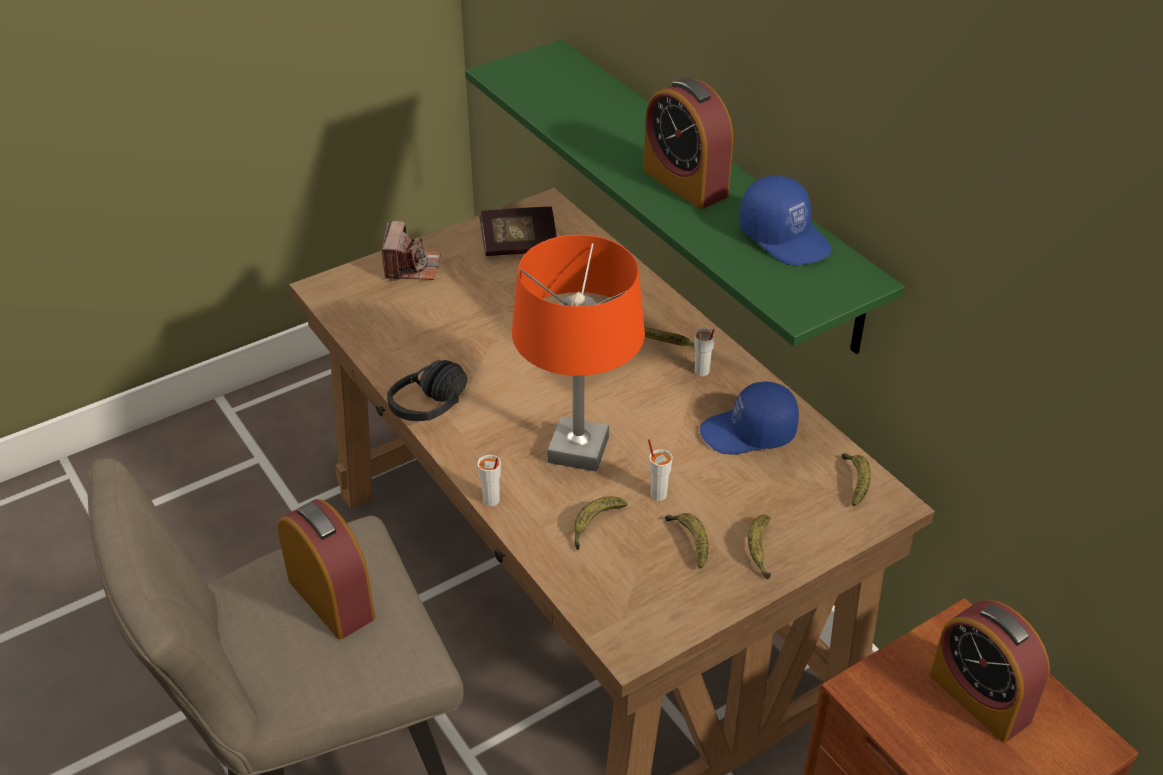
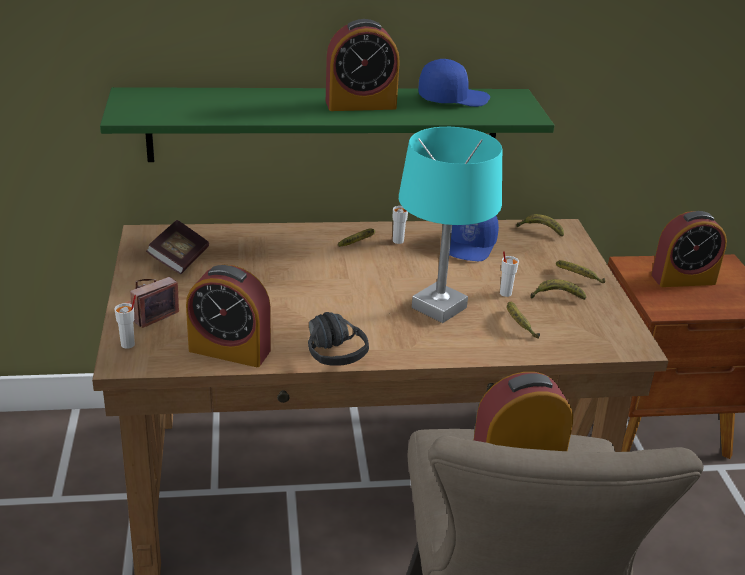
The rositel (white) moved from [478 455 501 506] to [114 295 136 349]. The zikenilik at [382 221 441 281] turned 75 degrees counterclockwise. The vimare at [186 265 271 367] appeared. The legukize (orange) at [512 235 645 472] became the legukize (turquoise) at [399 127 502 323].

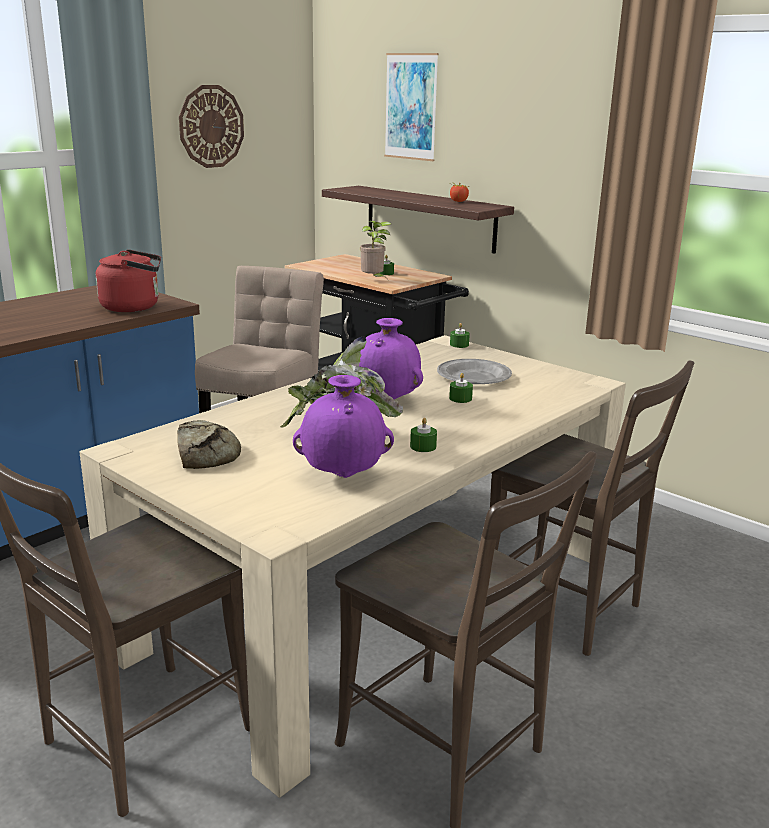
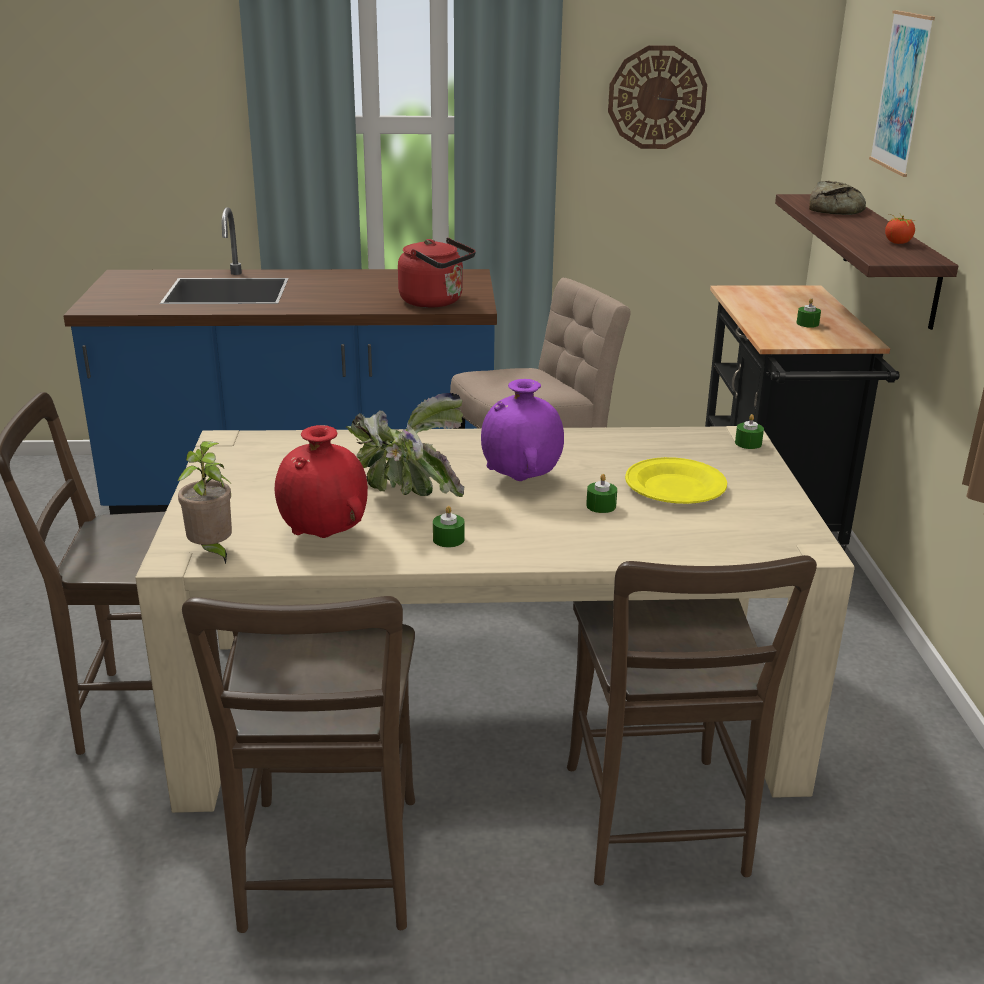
The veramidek moved from [360 221 391 277] to [177 441 232 564]. The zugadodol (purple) at [293 375 394 478] became the zugadodol (red) at [275 425 368 538]. The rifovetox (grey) at [437 359 512 384] became the rifovetox (yellow) at [625 457 727 504]. The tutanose moved from [177 420 241 469] to [809 181 866 215].

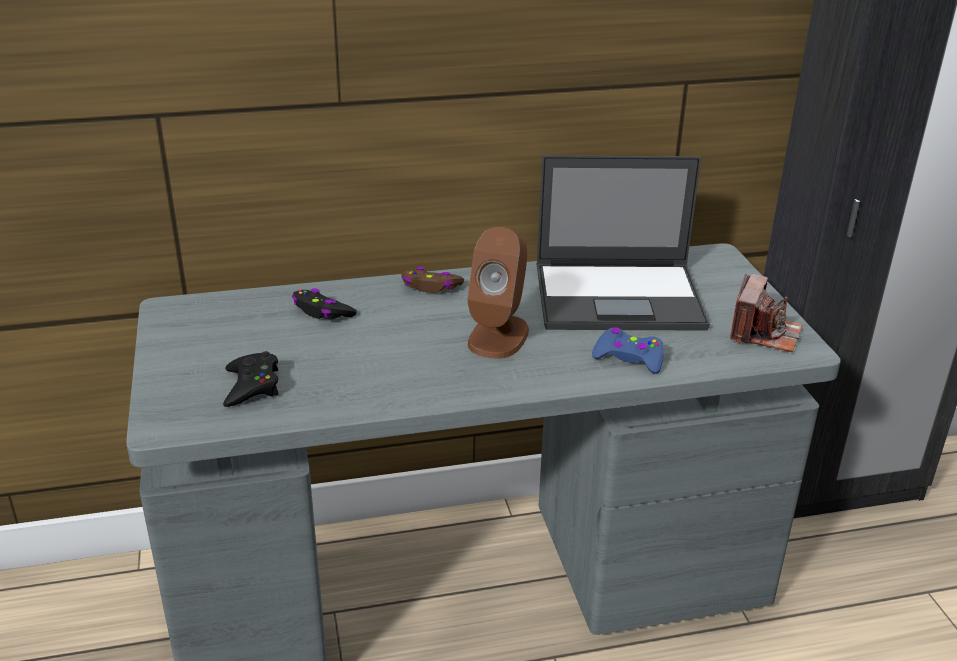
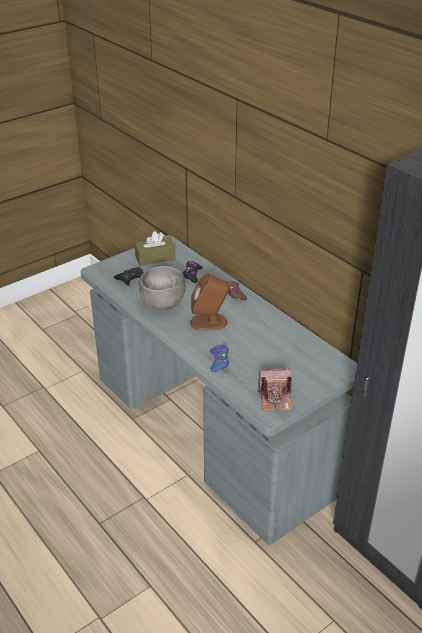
The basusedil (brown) at [134 231 175 266] appeared. The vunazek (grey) at [139 266 186 310] appeared. The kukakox at [537 155 710 330] disappeared.

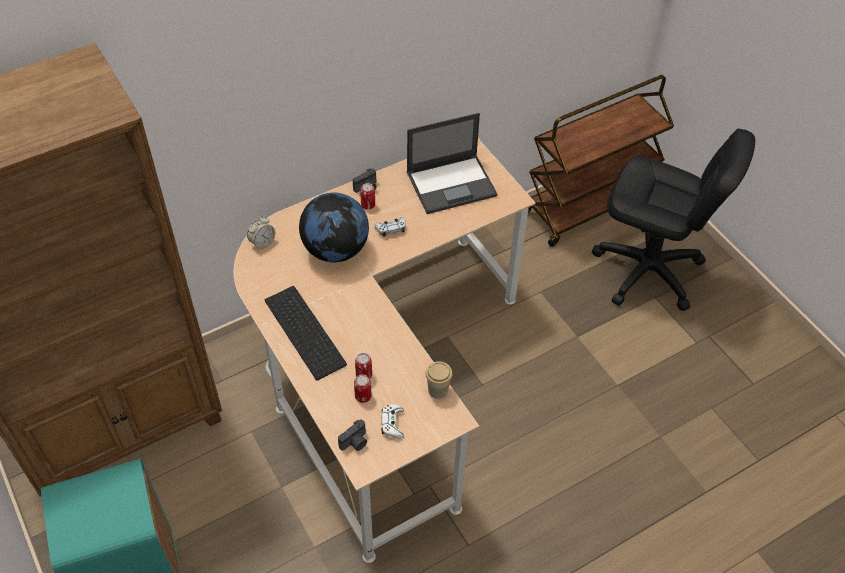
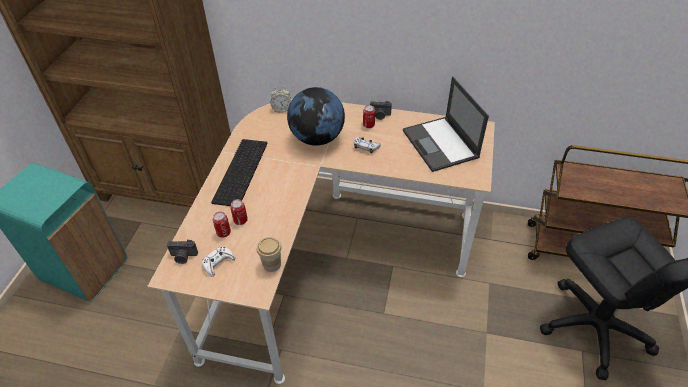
The kukakox at [407 113 498 214] turned 45 degrees clockwise.

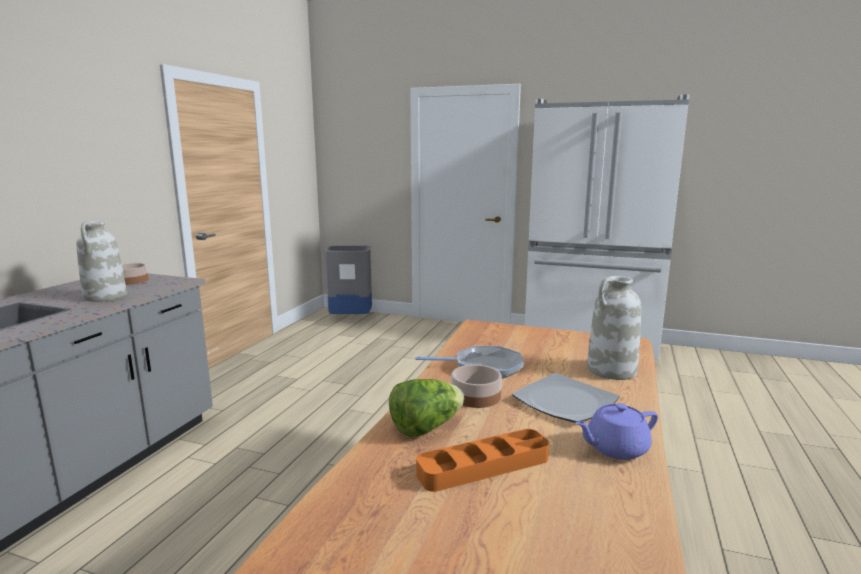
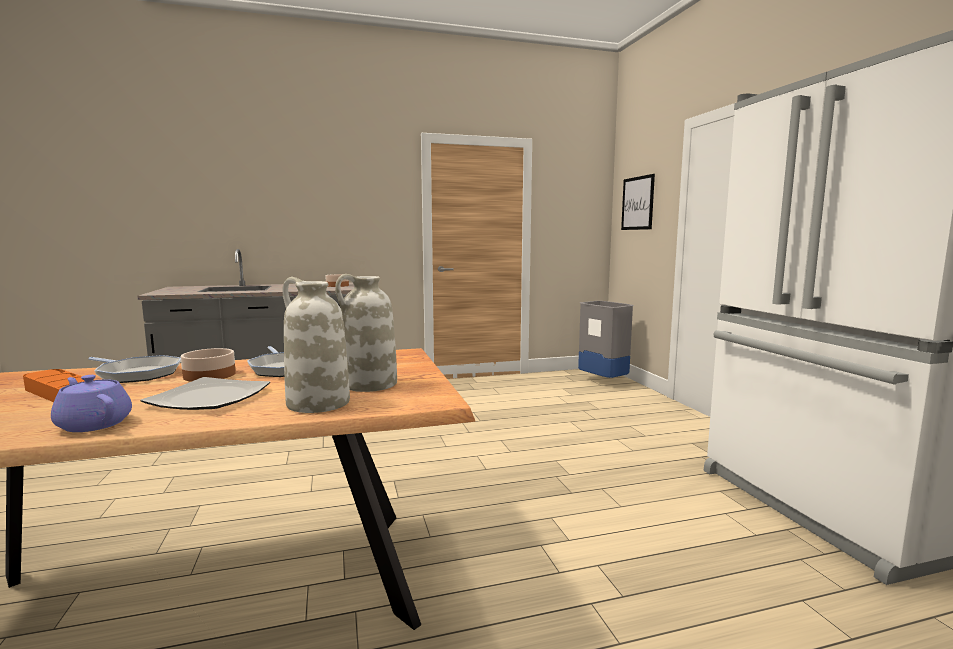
The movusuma at [389 379 464 437] was replaced by the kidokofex at [88 355 181 383]. The zugadodol (white) moved from [76 221 127 302] to [335 274 397 392]. The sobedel at [621 174 655 230] appeared.

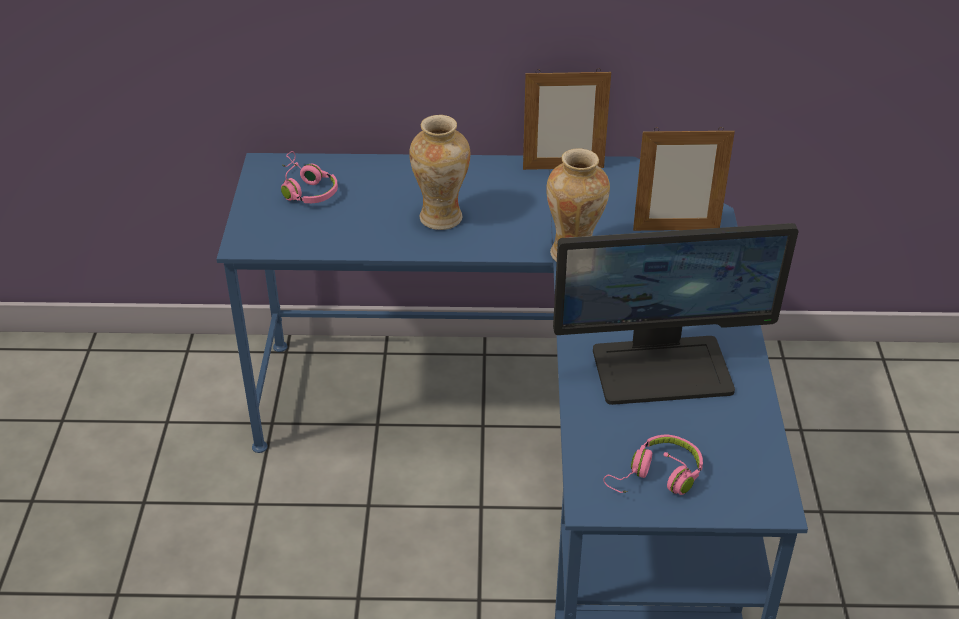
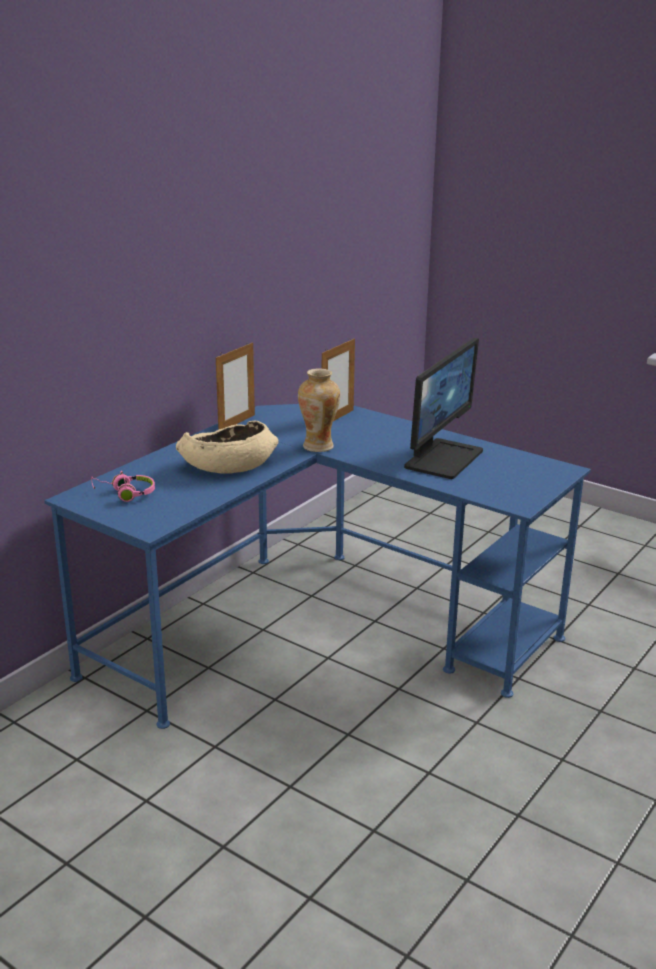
The zugadodol at [409 115 470 230] was replaced by the vunazek (beige) at [176 421 278 474]. The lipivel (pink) at [603 435 703 495] disappeared.

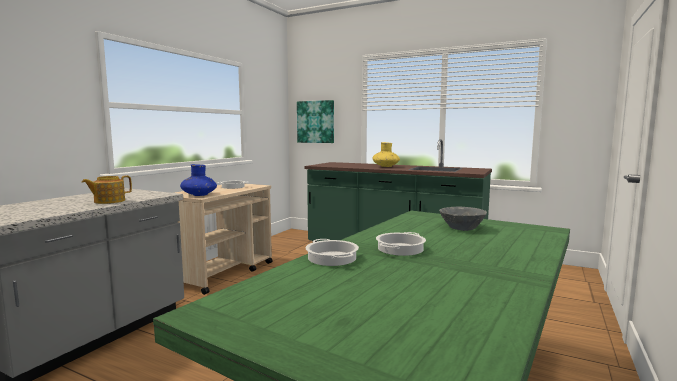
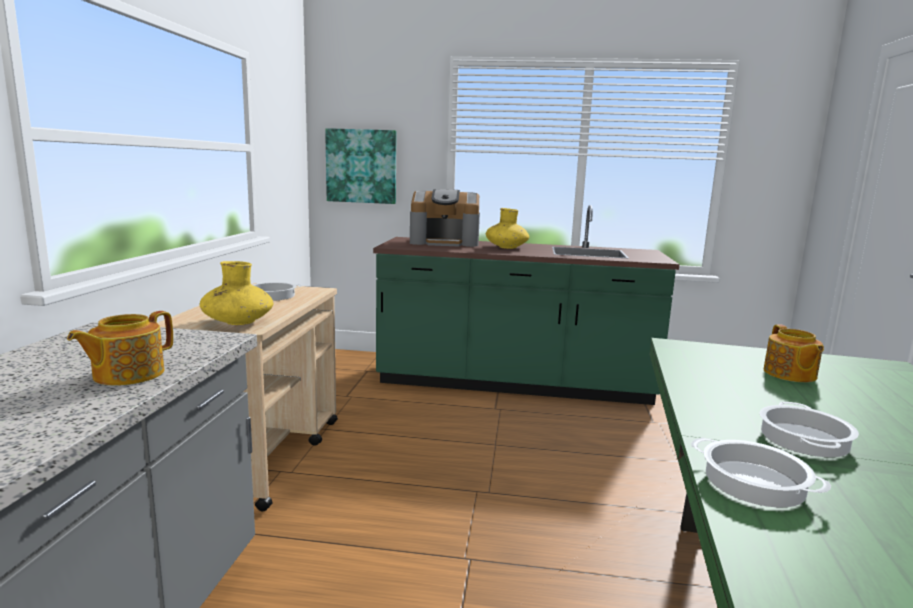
The zugadodol (blue) at [180 164 217 196] became the zugadodol (yellow) at [199 261 274 325]. The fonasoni at [410 189 480 247] appeared. The vunazek (grey) at [439 207 487 231] was replaced by the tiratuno at [764 324 824 382].

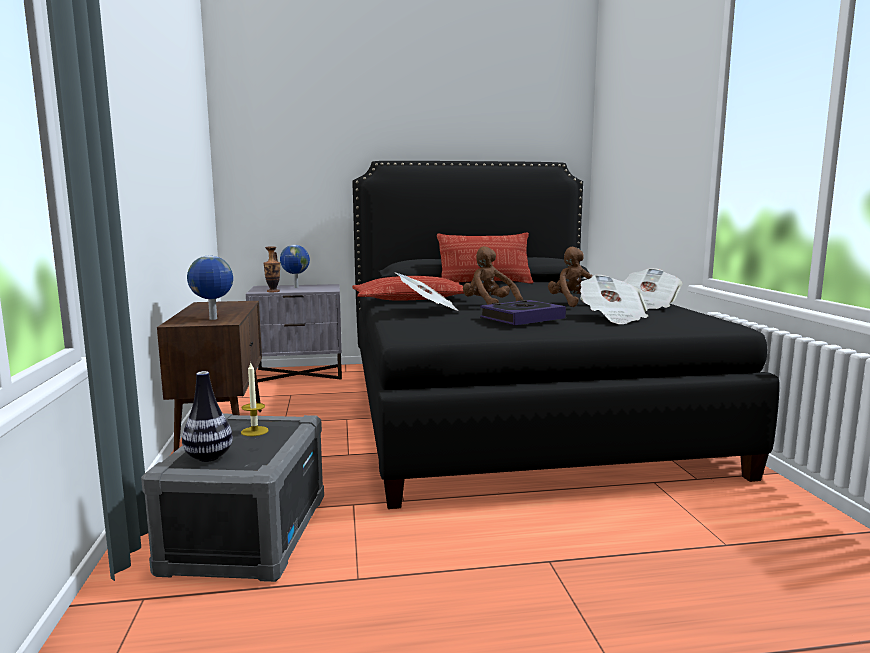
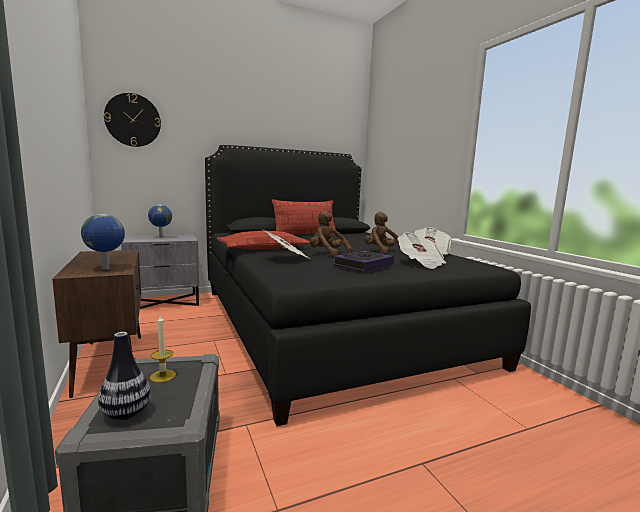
The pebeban at [104 93 161 147] appeared. The zugadodol at [263 247 280 292] disappeared.

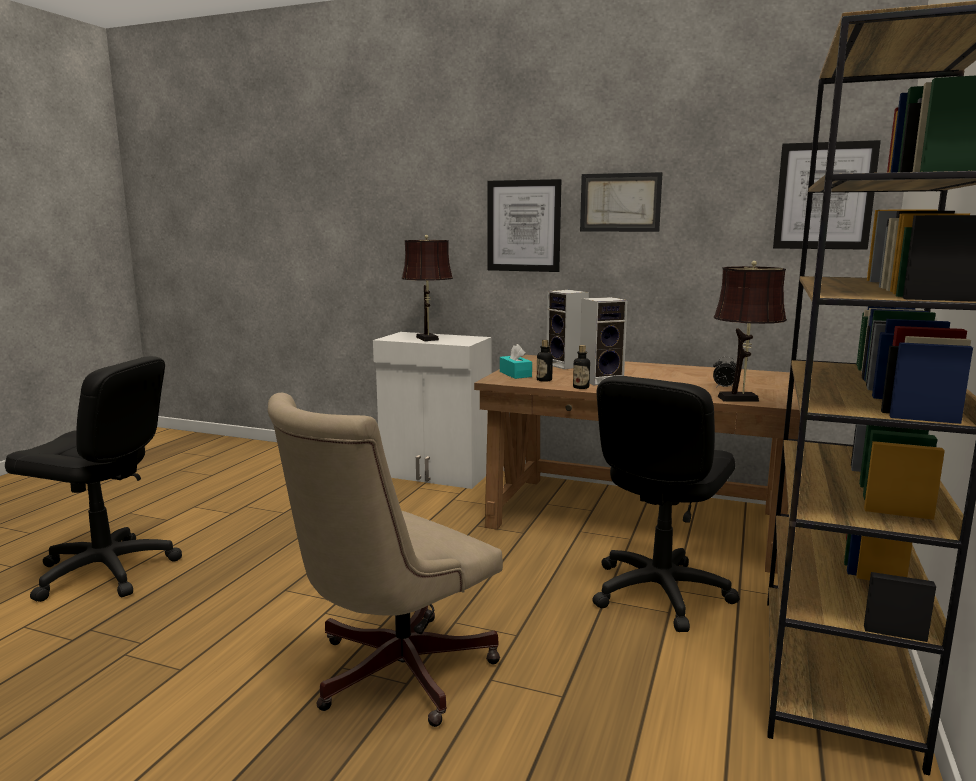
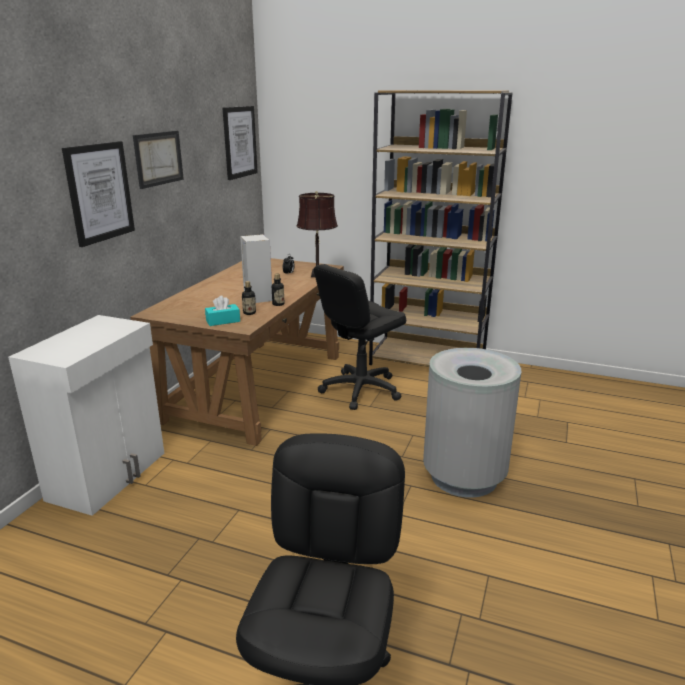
The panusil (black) at [592 376 740 632] turned 105 degrees clockwise. The panusil (beige) at [268 393 503 727] was replaced by the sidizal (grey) at [423 348 521 498]. The legukize (brown) at [402 235 453 341] disappeared. The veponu at [546 290 589 370] disappeared.

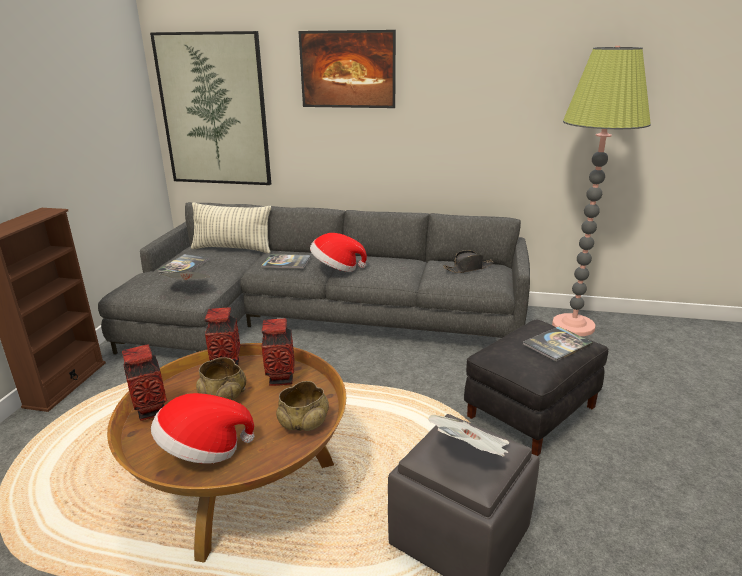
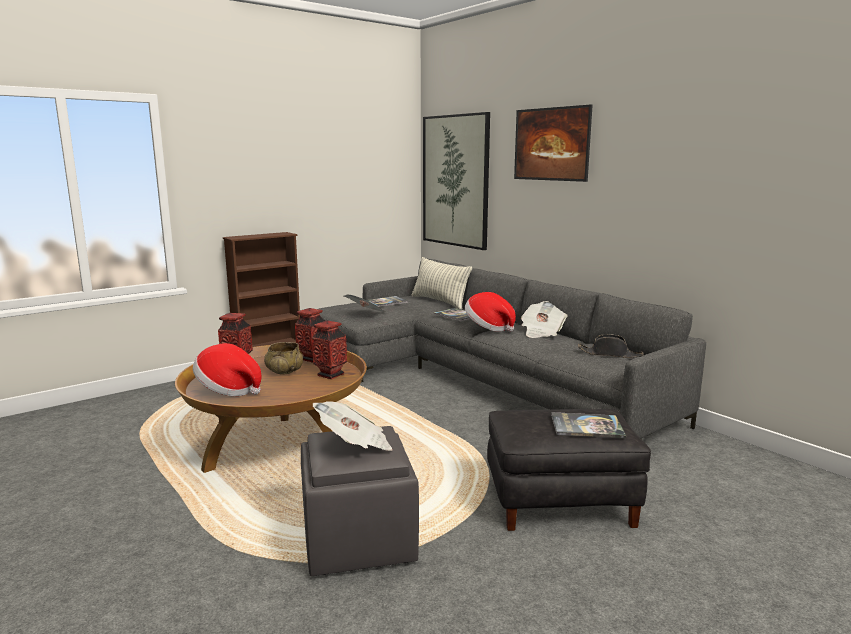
The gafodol at [521 301 567 338] appeared. The vunazek (beige) at [276 381 329 431] disappeared. The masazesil at [552 46 651 336] disappeared.

